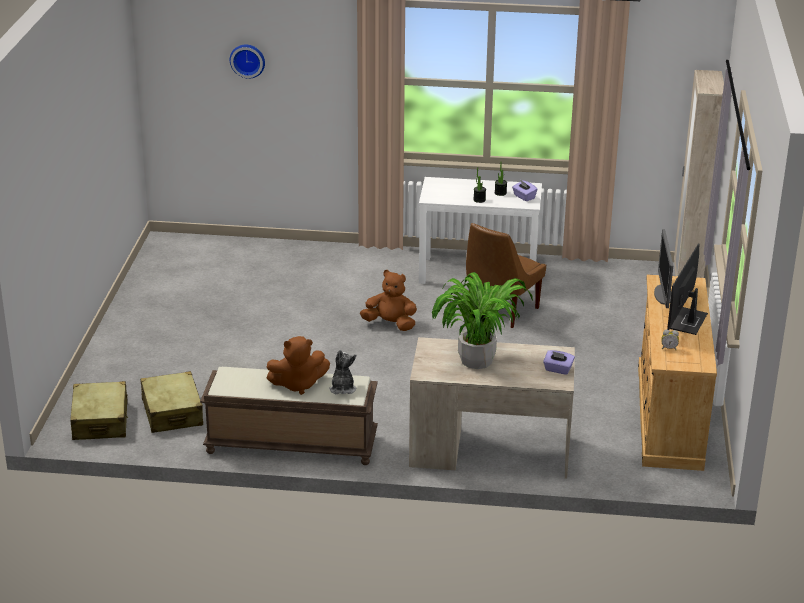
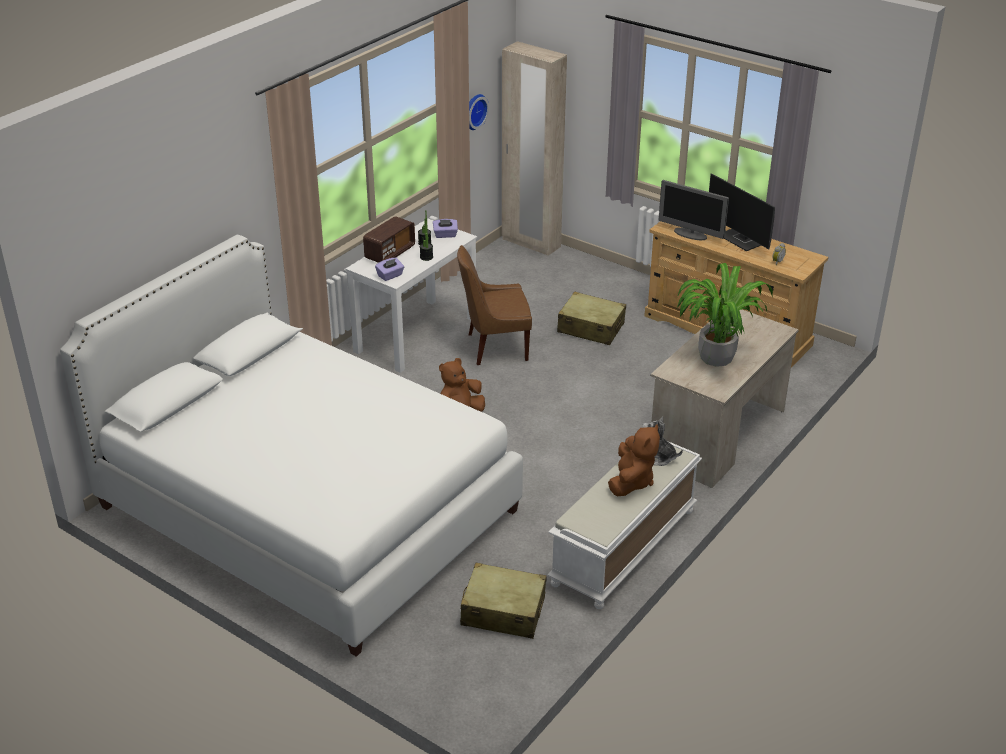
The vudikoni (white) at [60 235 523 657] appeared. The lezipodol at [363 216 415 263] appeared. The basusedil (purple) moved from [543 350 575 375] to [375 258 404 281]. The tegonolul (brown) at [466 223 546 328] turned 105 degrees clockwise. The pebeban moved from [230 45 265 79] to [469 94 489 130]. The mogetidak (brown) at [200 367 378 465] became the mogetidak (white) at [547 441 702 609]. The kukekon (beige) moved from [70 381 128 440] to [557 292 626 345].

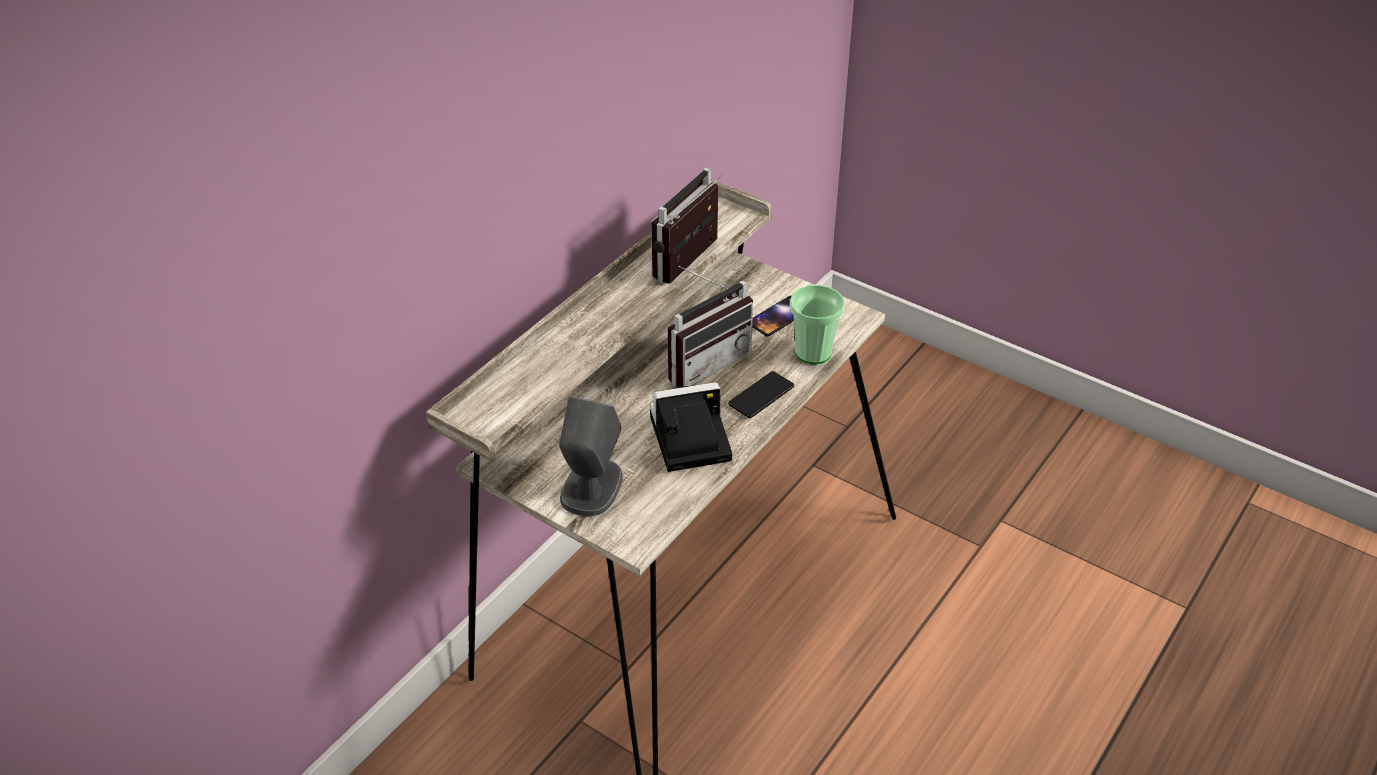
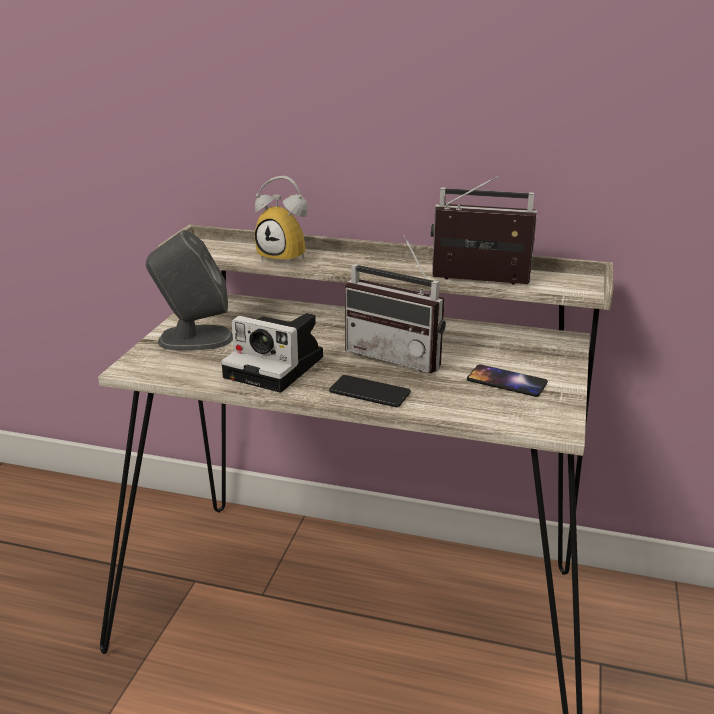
The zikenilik at [649 382 732 472] turned 150 degrees clockwise. The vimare at [255 176 308 266] appeared. The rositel at [790 285 845 364] disappeared.

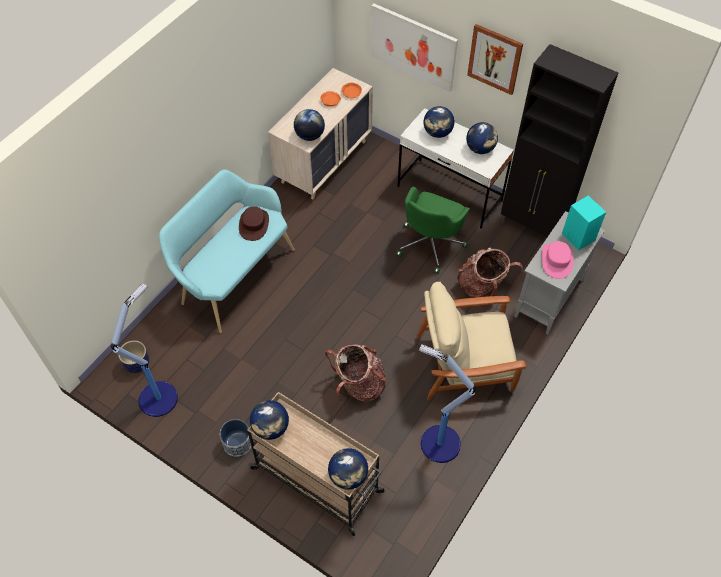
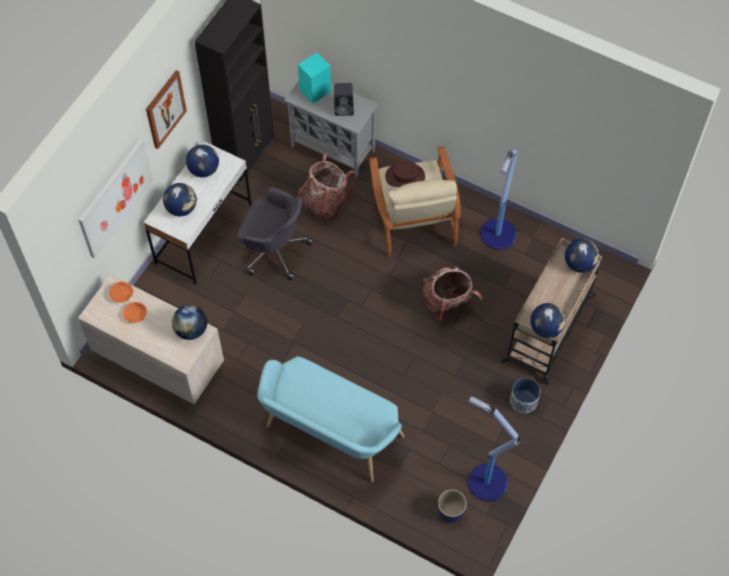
The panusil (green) at [396 187 470 274] became the panusil (grey) at [237 187 313 280]. The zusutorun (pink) at [542 241 574 279] was replaced by the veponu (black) at [334 83 354 116]. The zusutorun (brown) moved from [239 206 269 241] to [385 161 425 187].

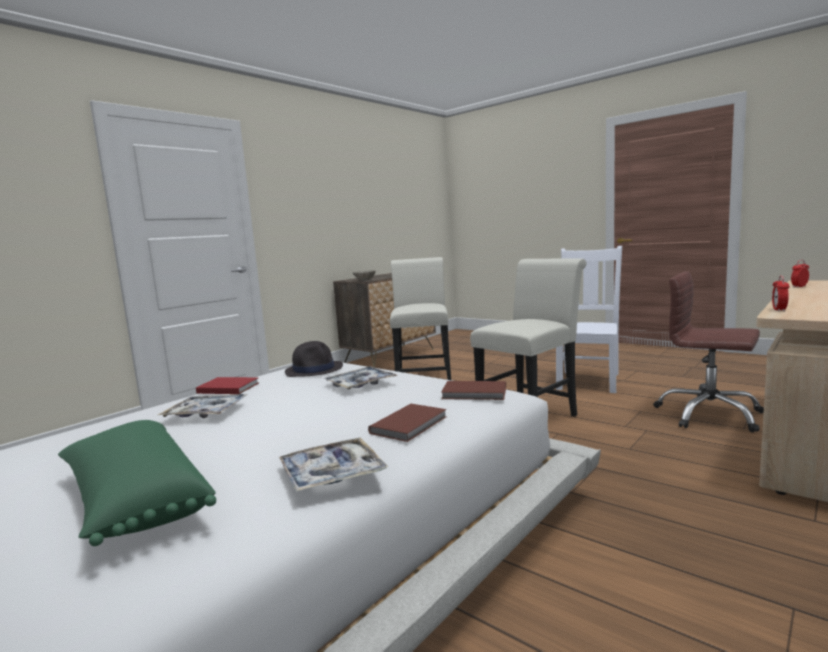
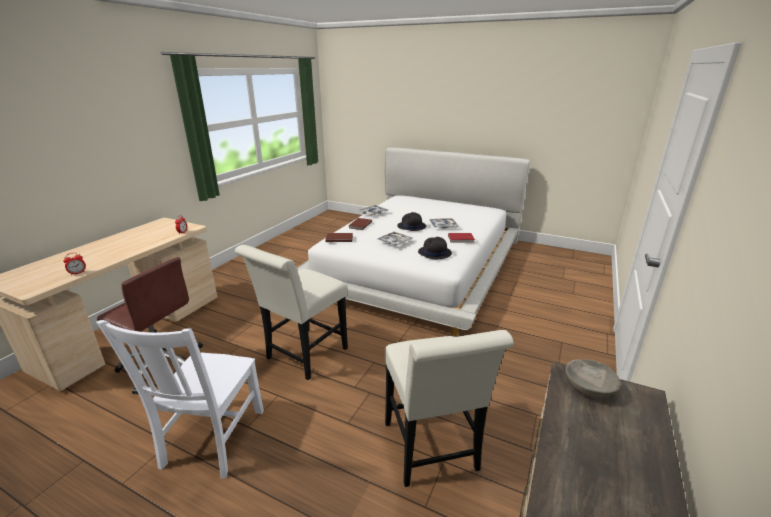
The zusutorun (black) at [397 212 426 231] appeared. The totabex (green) at [58 420 216 546] disappeared.

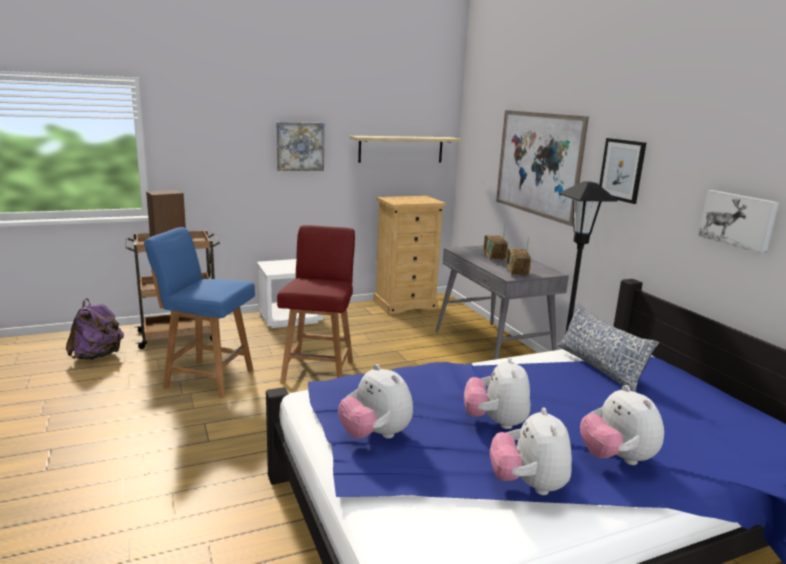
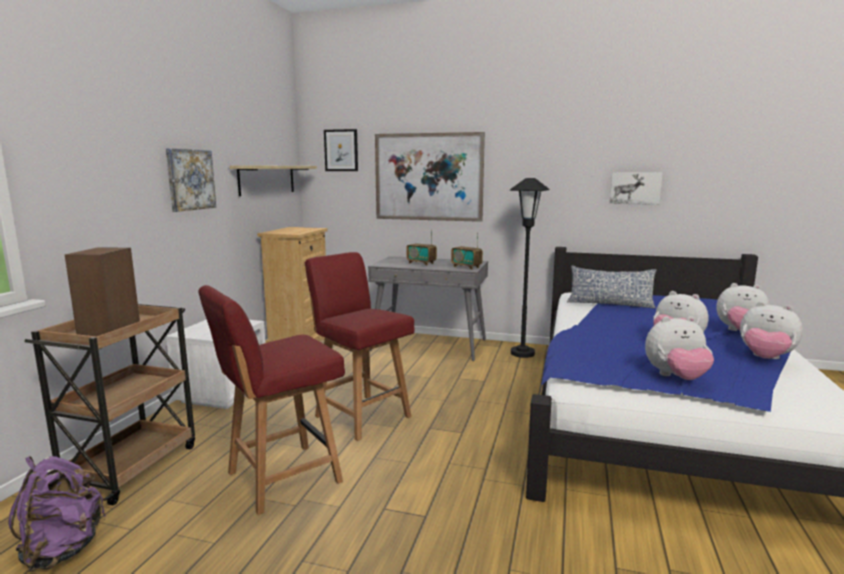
The tegonolul (blue) at [144 227 255 398] became the tegonolul (red) at [198 285 345 515]. The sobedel moved from [599 138 646 204] to [324 129 358 171].

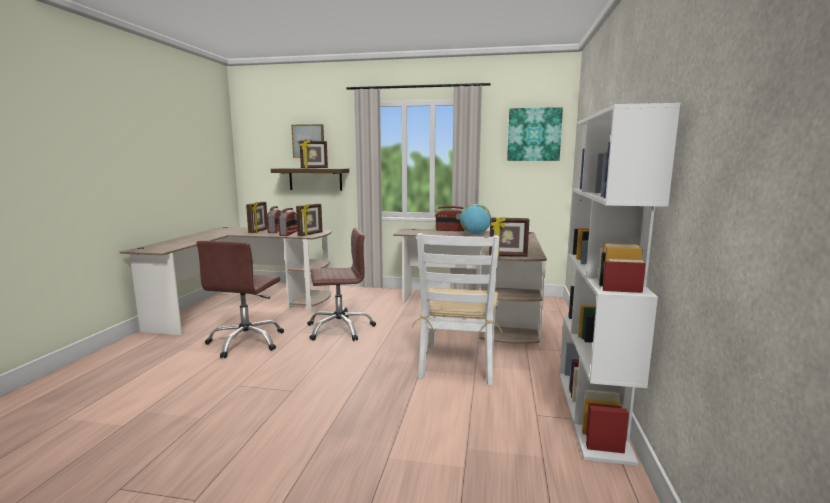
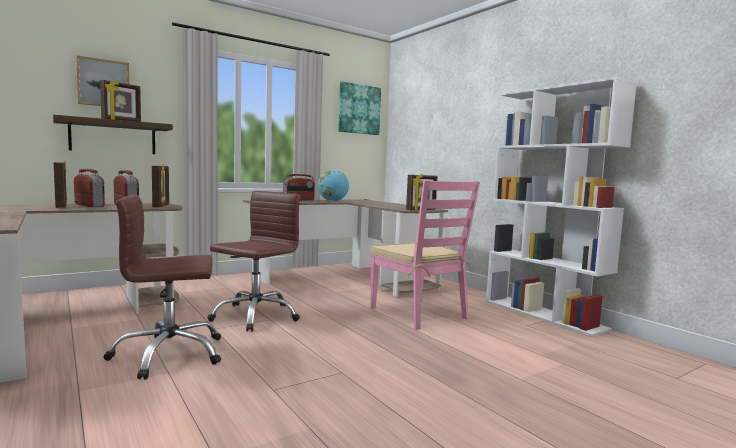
The panusil (brown) at [197 241 284 358] turned 105 degrees clockwise. The tegonolul (white) at [412 233 503 385] became the tegonolul (pink) at [370 180 480 329].

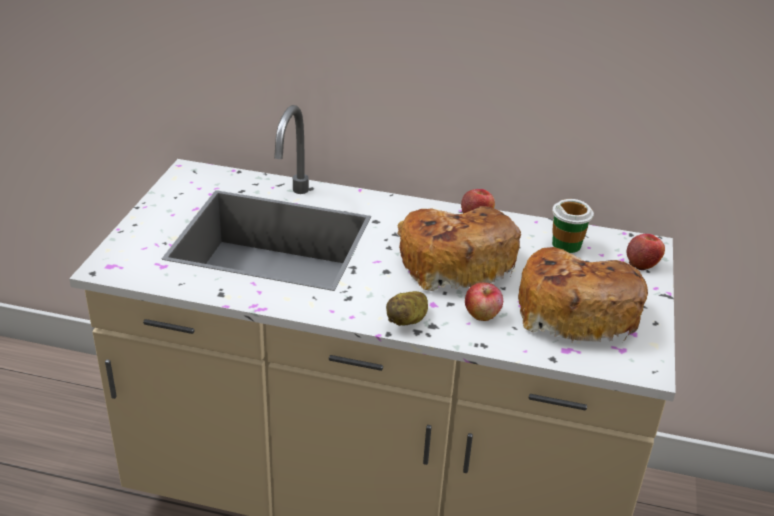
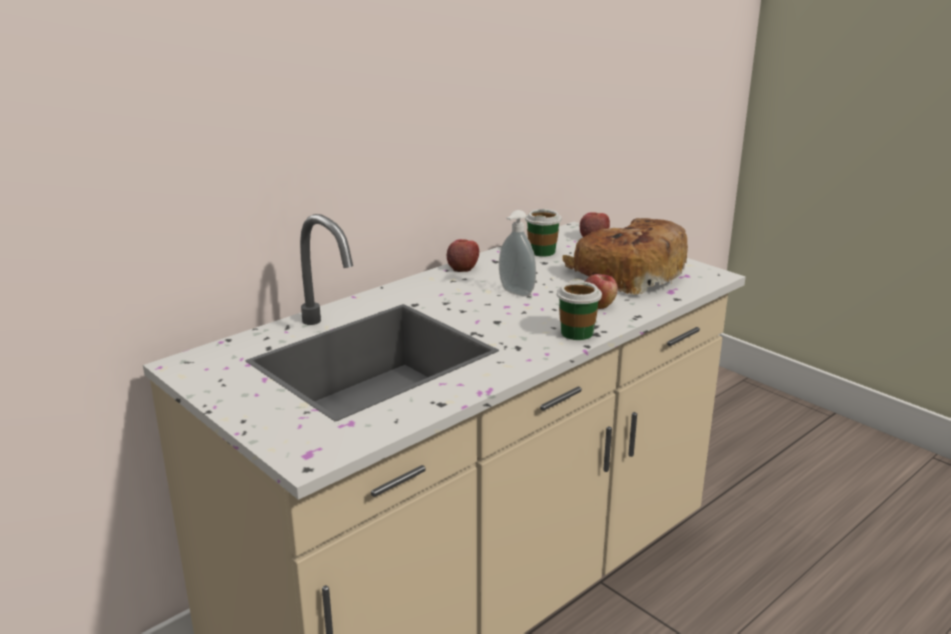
The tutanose at [397 206 521 291] was replaced by the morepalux at [499 210 536 296]. The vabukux at [386 291 428 326] was replaced by the rositel at [557 279 602 340].

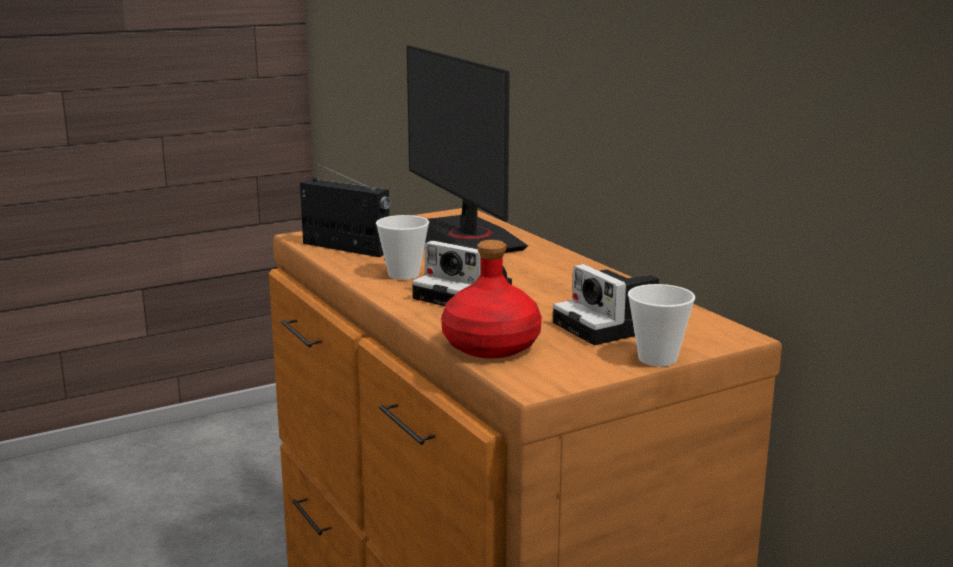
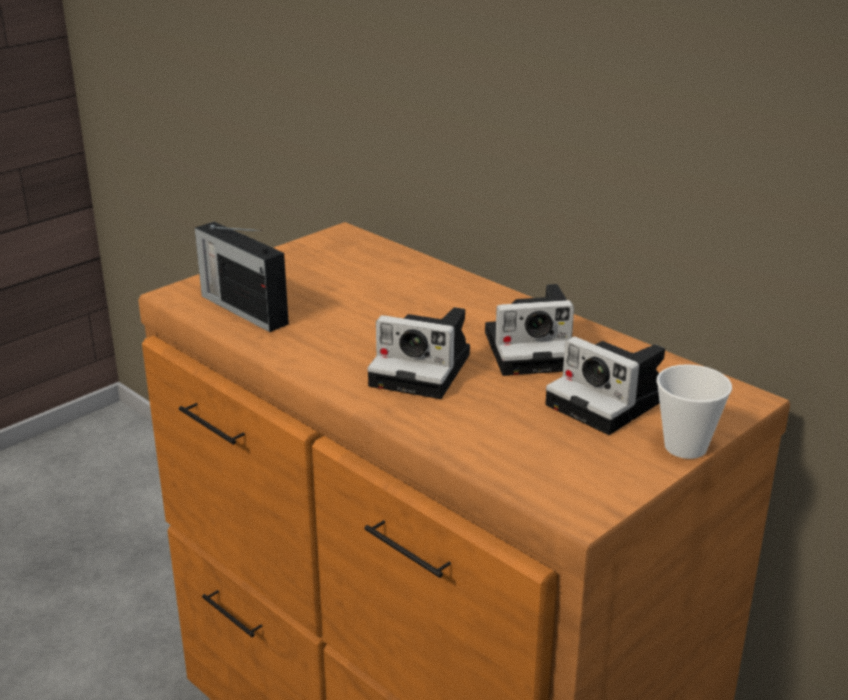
The lezipodol at [300 164 391 257] turned 150 degrees counterclockwise. The zikenilik at [485 284 574 376] appeared. The rositel at [376 215 429 280] disappeared. The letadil at [407 45 528 253] disappeared. The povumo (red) at [441 240 542 358] disappeared.

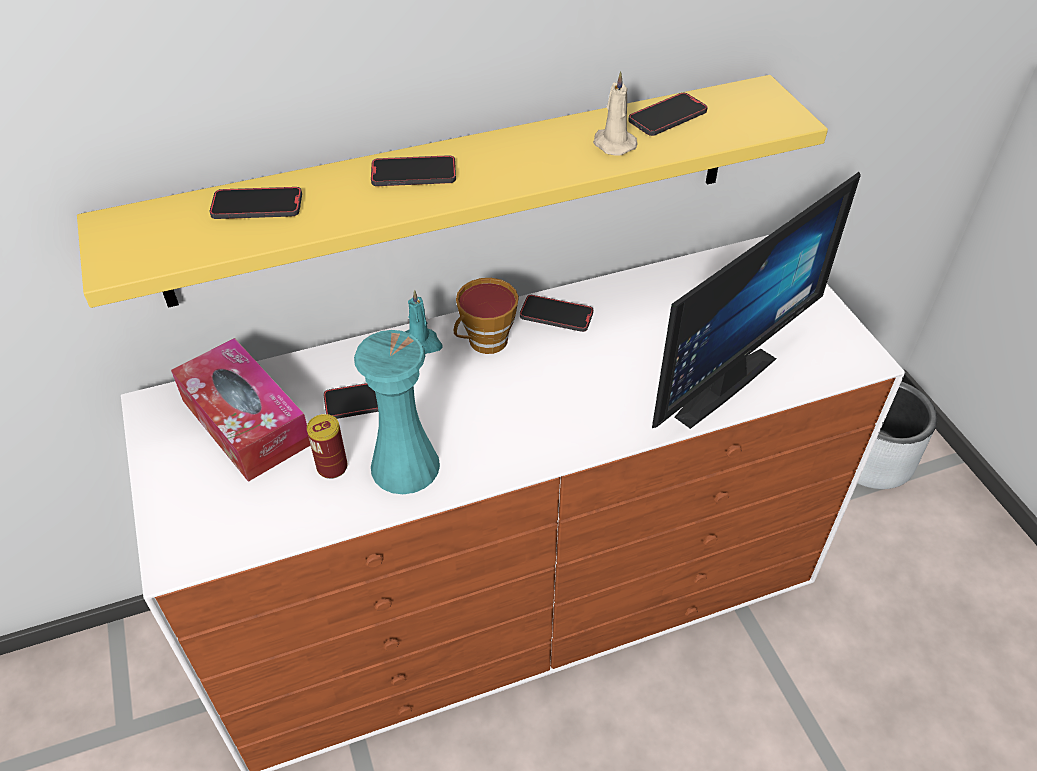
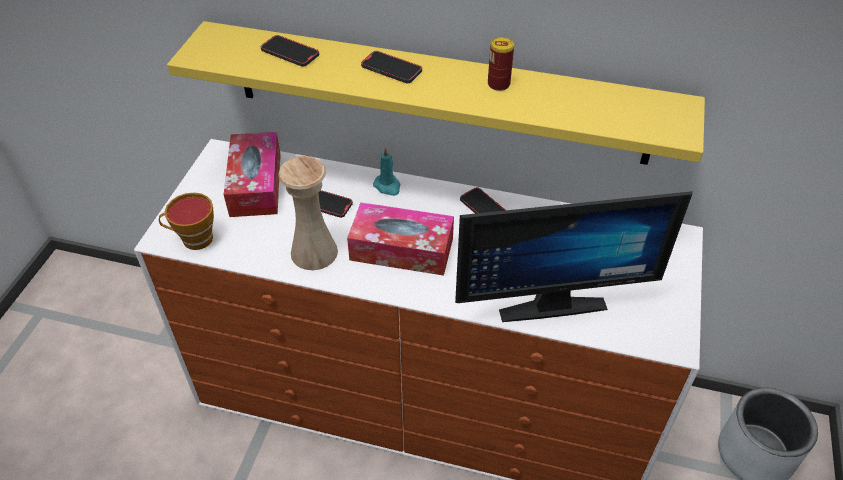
The rositel moved from [454 278 519 354] to [159 192 214 250]. The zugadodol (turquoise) at [354 330 440 494] became the zugadodol (beige) at [278 156 338 270]. The basusedil at [347 202 454 276] appeared. The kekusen moved from [307 414 347 479] to [488 37 514 91]. The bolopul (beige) at [593 71 638 156] disappeared. The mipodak at [628 93 707 136] disappeared.

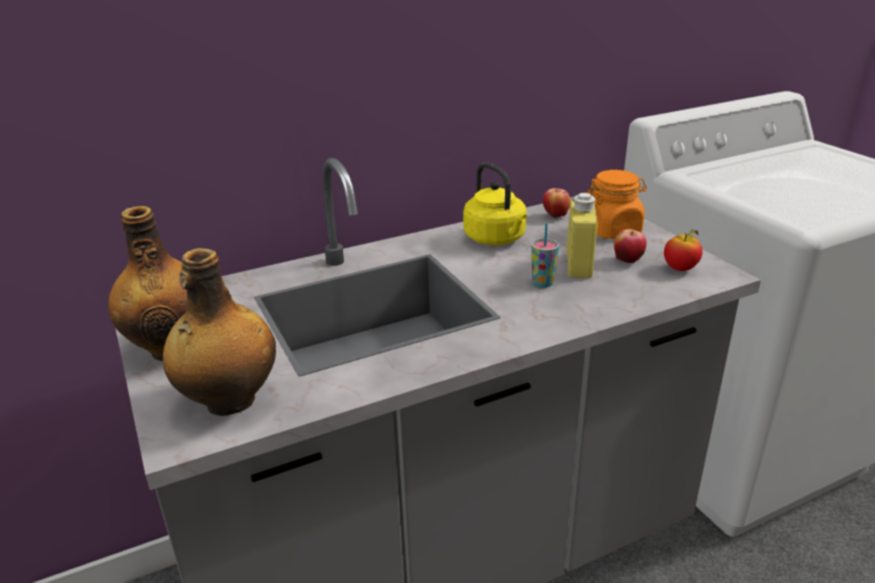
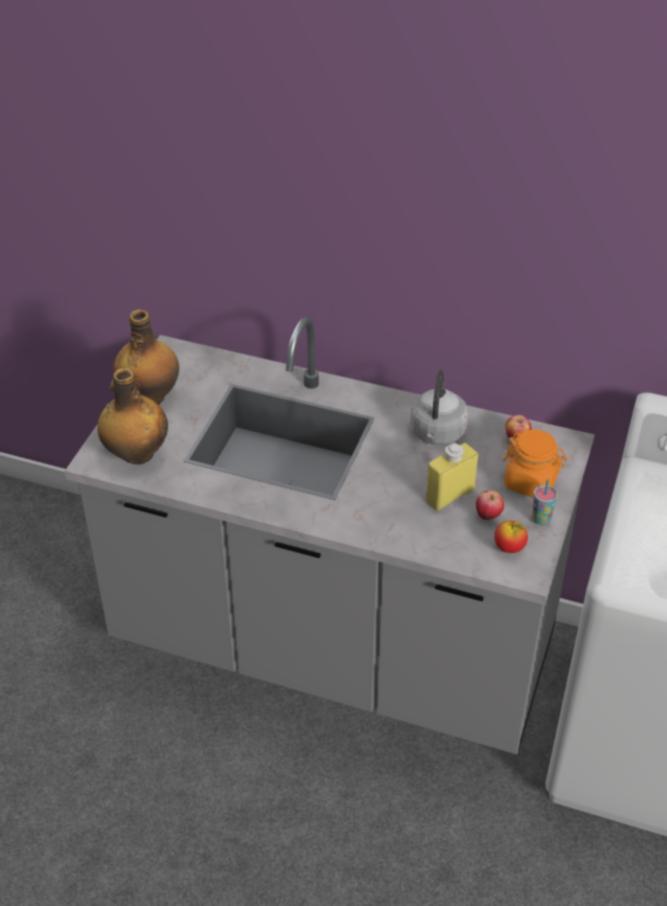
The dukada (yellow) at [463 163 527 245] became the dukada (grey) at [410 370 468 445]. The rositel moved from [531 223 559 288] to [532 479 557 525].

